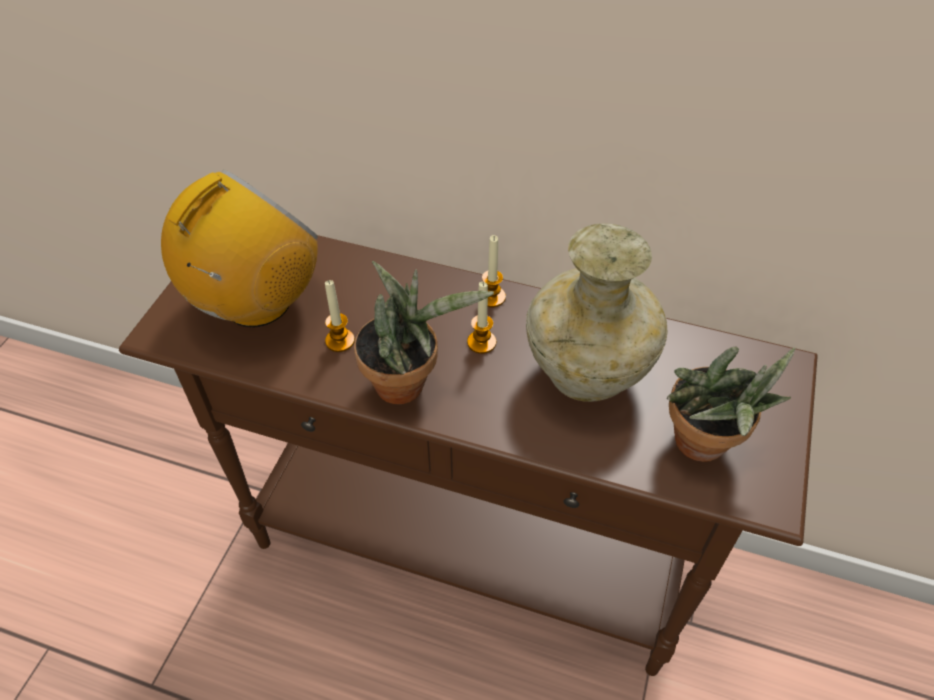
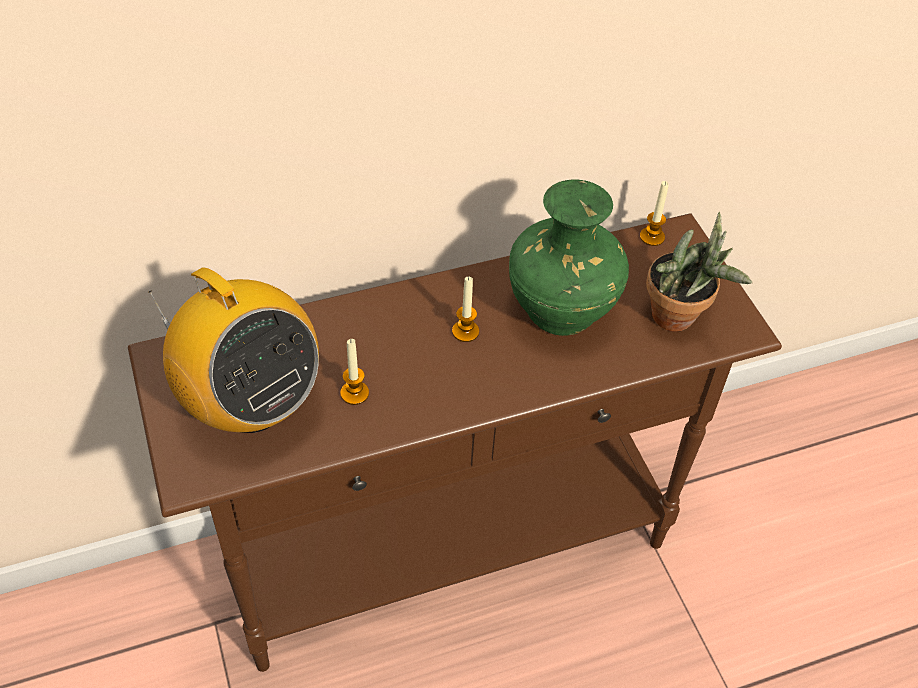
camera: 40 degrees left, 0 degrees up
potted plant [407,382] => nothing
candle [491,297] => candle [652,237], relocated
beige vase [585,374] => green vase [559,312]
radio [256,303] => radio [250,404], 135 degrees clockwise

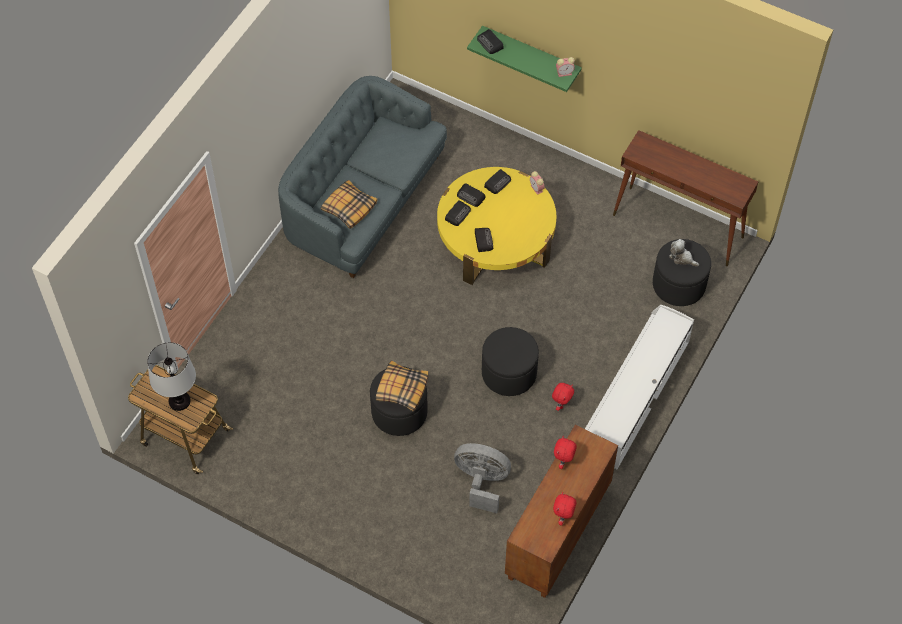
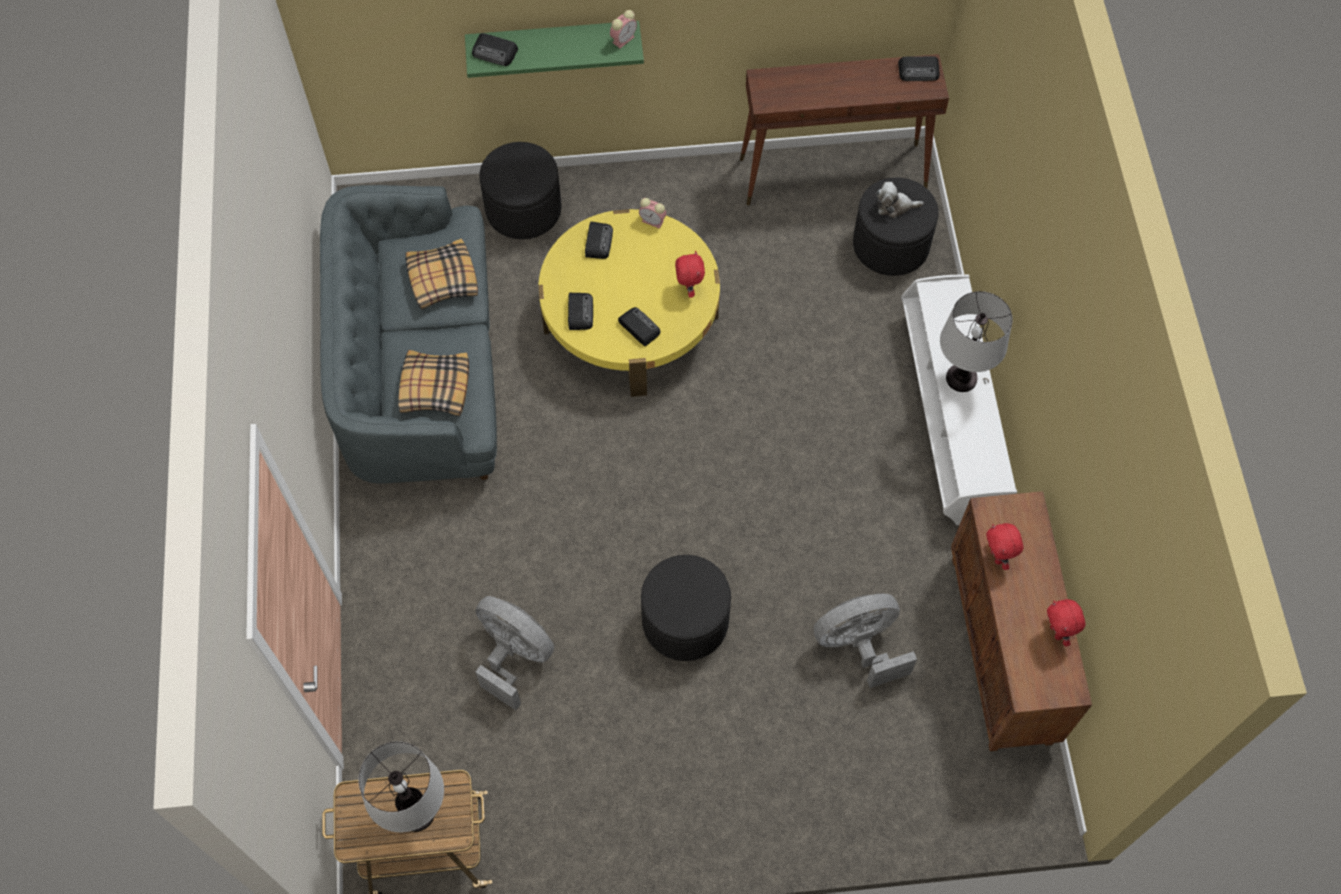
camera: 35 degrees left, 5 degrees up
nothing => grey fan [514,655]
nothing => table lamp [961,378]
pillow [401,389] => pillow [442,279], relocated
radio [471,197] => radio [919,71], relocated
black ottoman [509,373] => black ottoman [523,209], relocated
red plush toy [561,404] => red plush toy [689,288], relocated

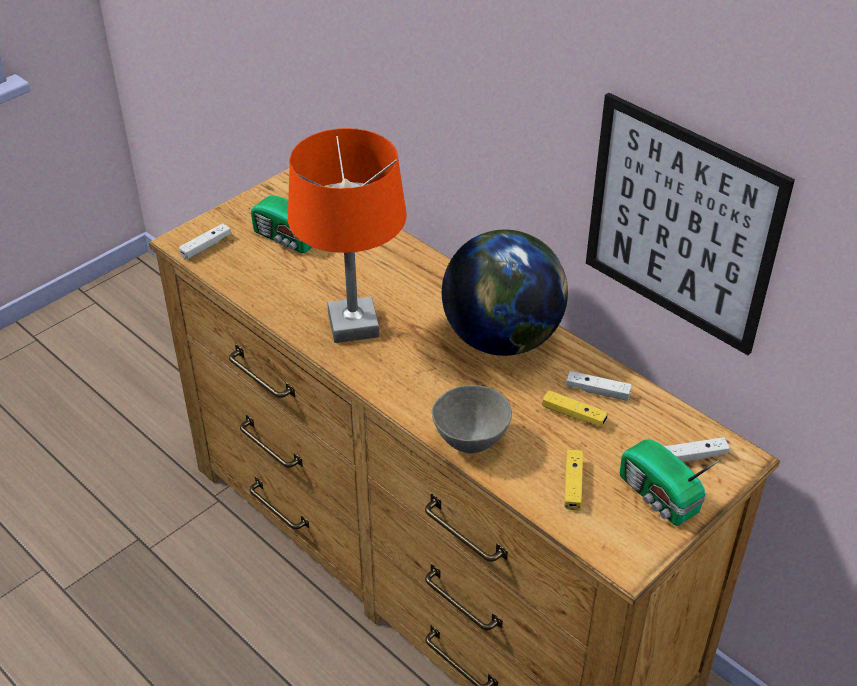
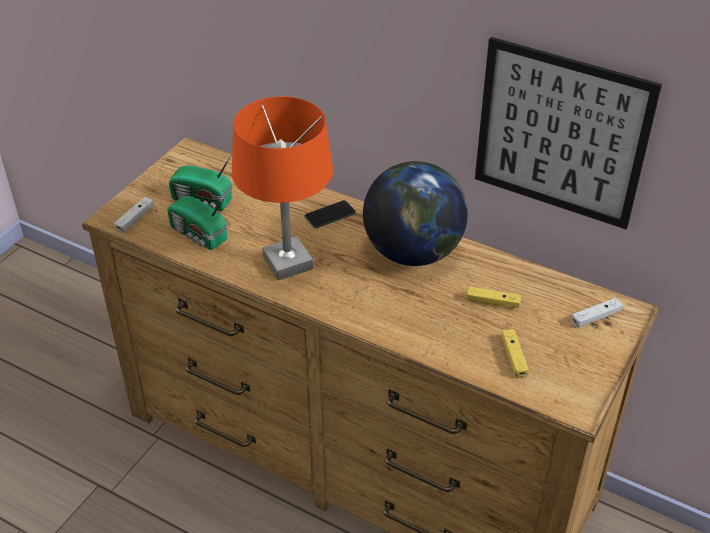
camera: 15 degrees left, 0 degrees up
grey bowl [470,443] => nothing
white game controller [597,391] => nothing
nothing => phone [330,215]
radio [659,497] => radio [199,235], relocated

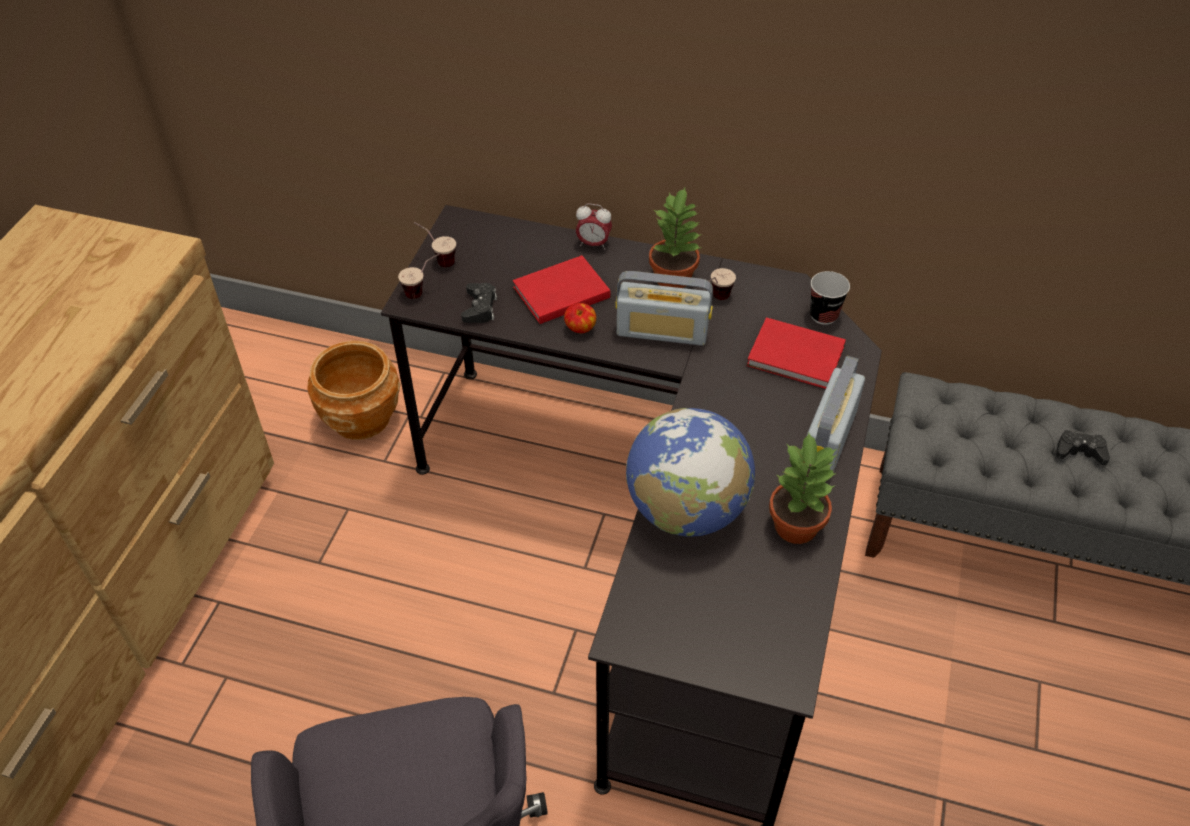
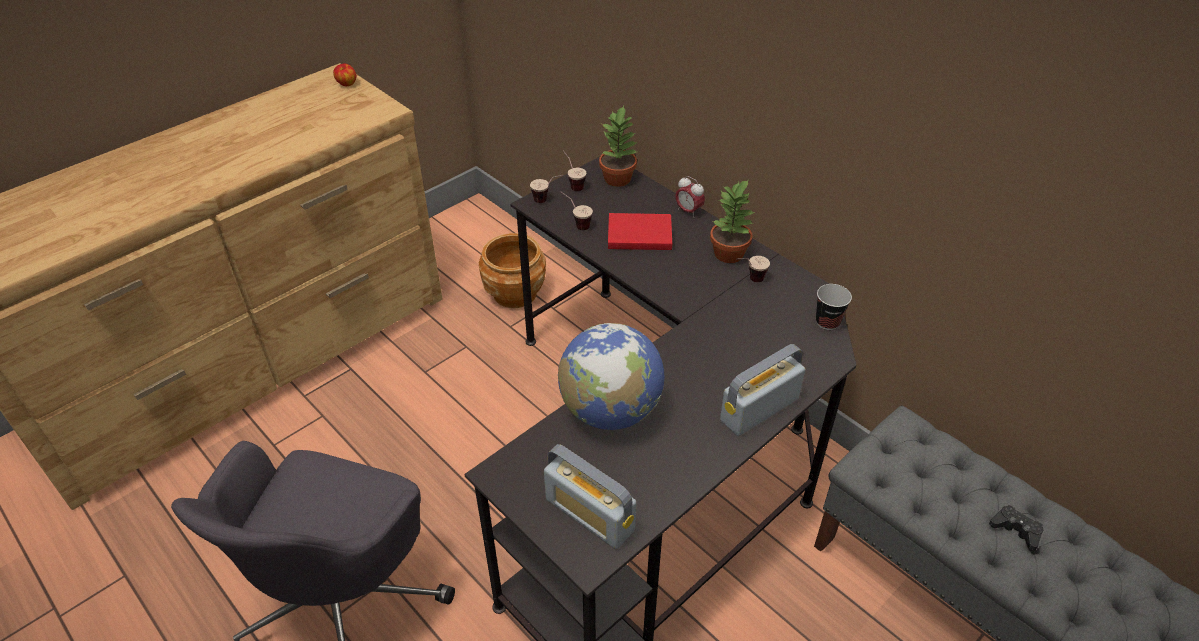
camera: 30 degrees right, 5 degrees down
red book [797,358] => nothing
apple [580,329] => apple [347,84], relocated
radio [662,331] => radio [590,515], relocated
potted plant [797,525] => potted plant [618,179], relocated
black game controller [480,307] => cup [576,224]

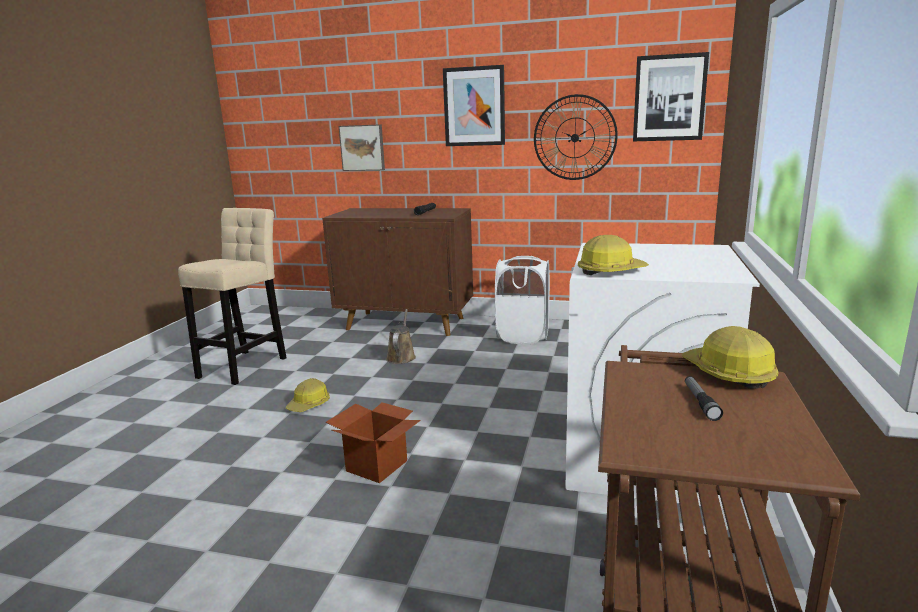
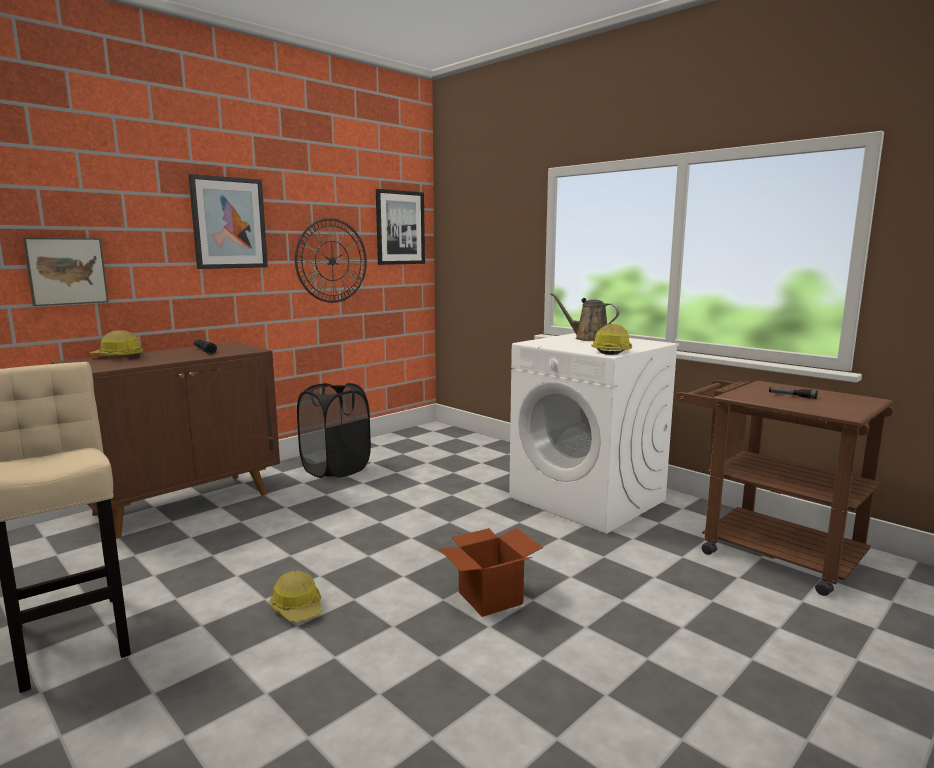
camera: 60 degrees left, 5 degrees down
brown watering can [401,356] => brown watering can [588,339], relocated
hard hat [728,374] => hard hat [118,357], relocated
white laundry basket [523,336] => black laundry basket [336,469]

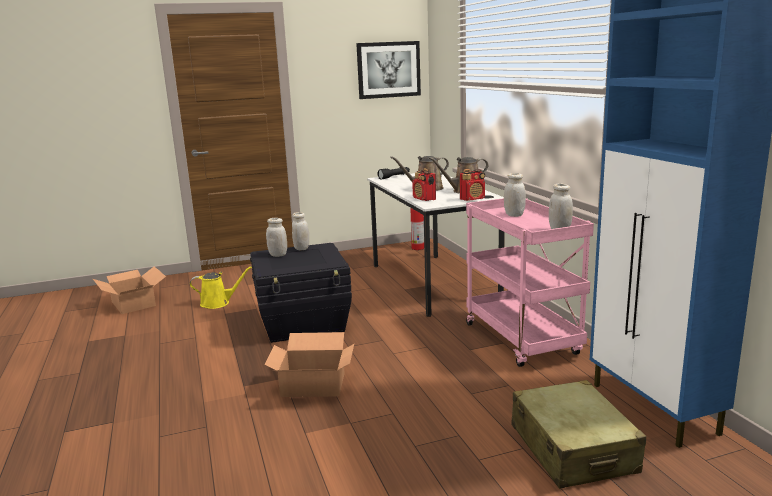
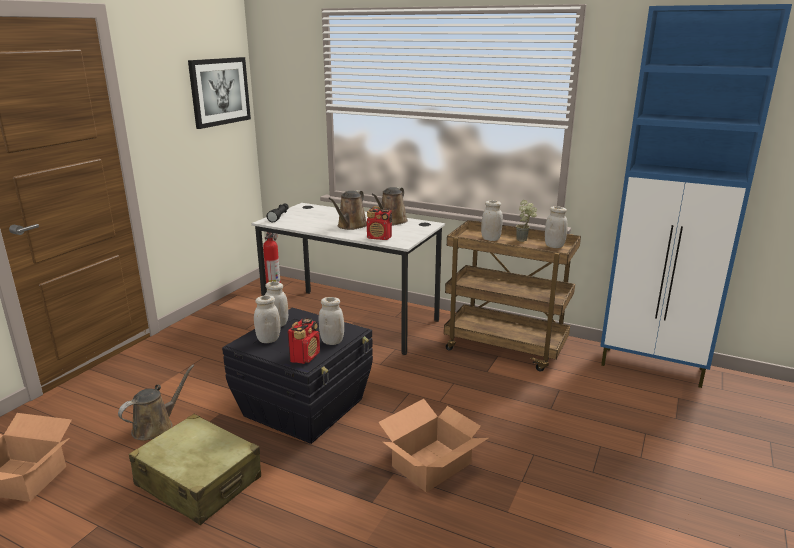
camera: 45 degrees left, 5 degrees up
nothing => white jar [332,341]
nothing => potted plant [525,240]
radio [472,199] => radio [305,356], relocated
beige suitcase [572,449] => beige suitcase [199,481], relocated
yellow watering can [218,303] => brown watering can [156,426]
pink cart [523,340] => brown cart [506,348]

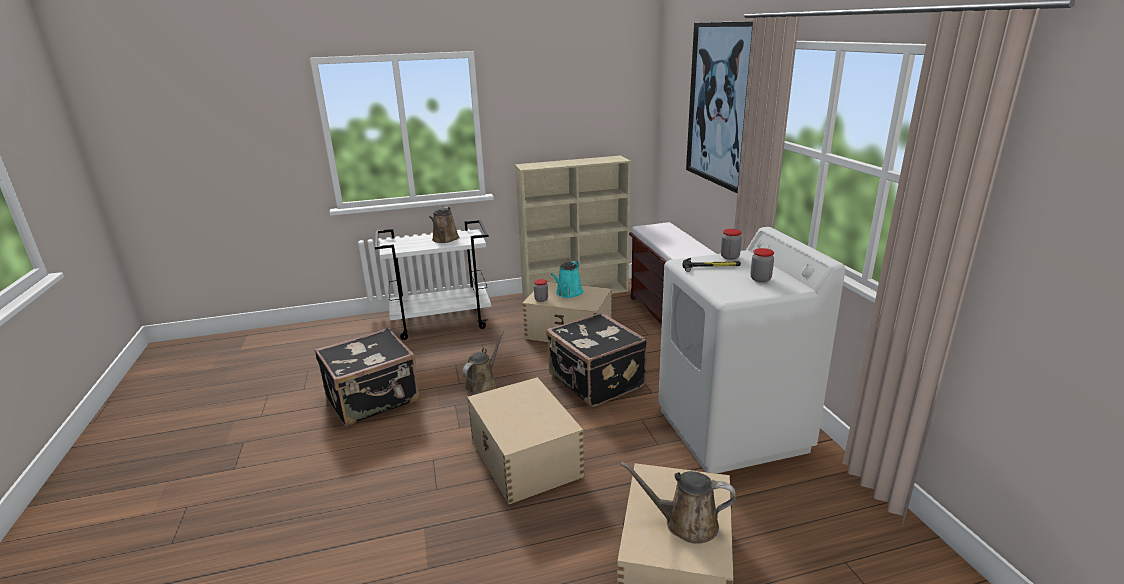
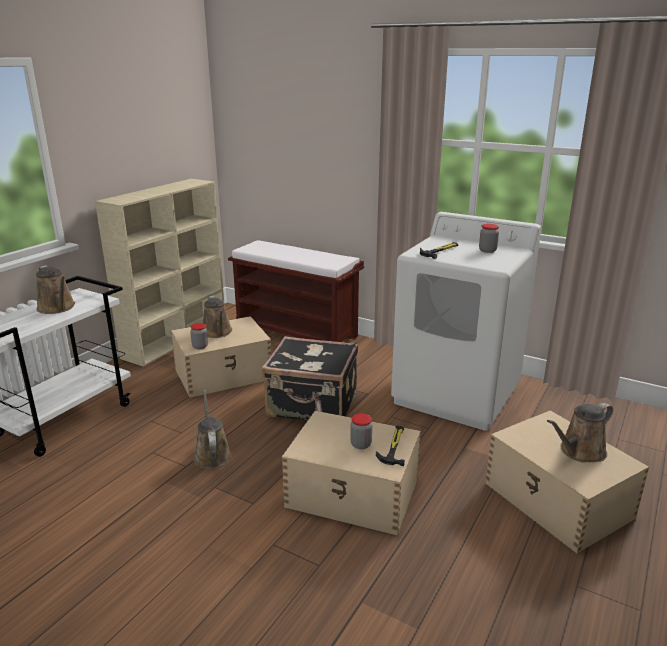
camera: 45 degrees left, 0 degrees up
black suitcase [373,399] => nothing
picture [719,105] => nothing
nothing => hammer [394,446]
jar [729,257] => jar [361,444], relocated
turquoise watering can [568,293] => brown watering can [217,333]

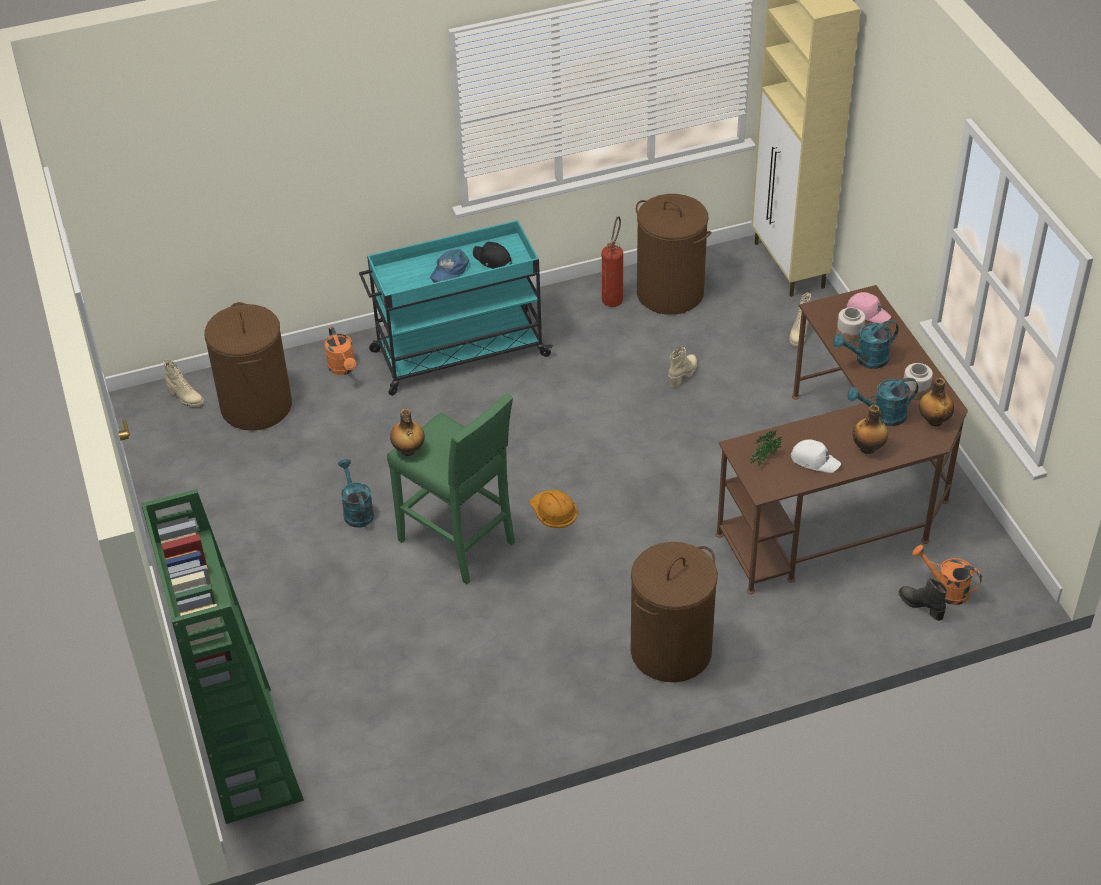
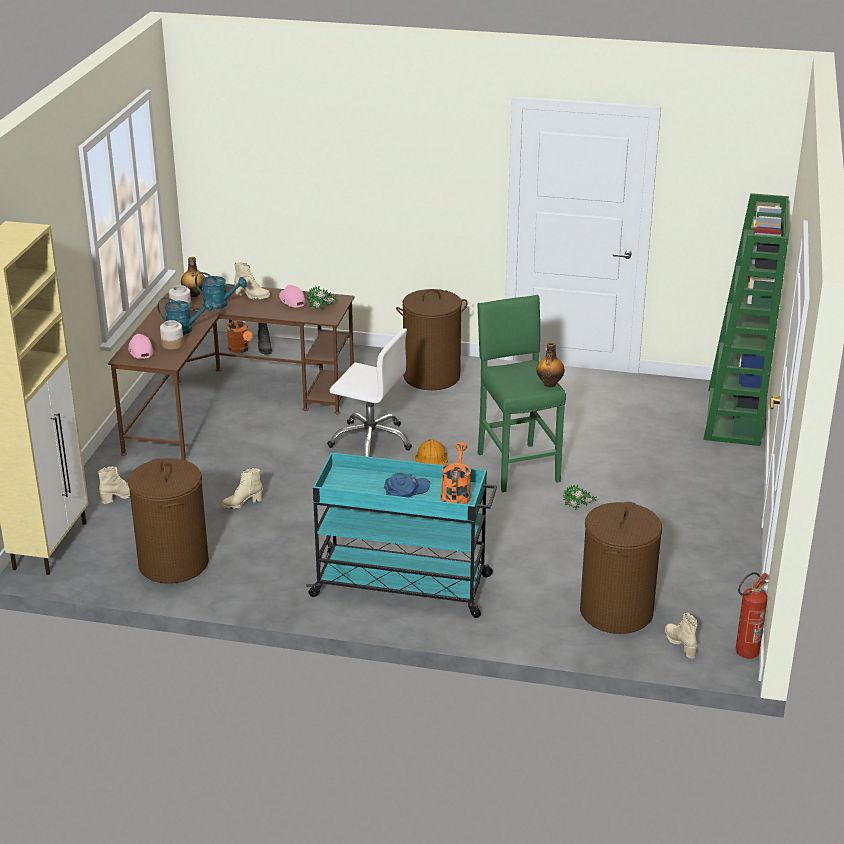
camera: 150 degrees left, 15 degrees down
black cap [492,260] => nothing
nothing => white office chair [371,441]
orange watering can [343,369] => orange watering can [456,494], relocated
fire extinguisher [613,297] => fire extinguisher [743,654], relocated
turquoise watering can [356,511] => potted plant [578,509]
bottle [868,448] => beige boot [252,296]
white cap [814,460] => pink cap [291,301]

